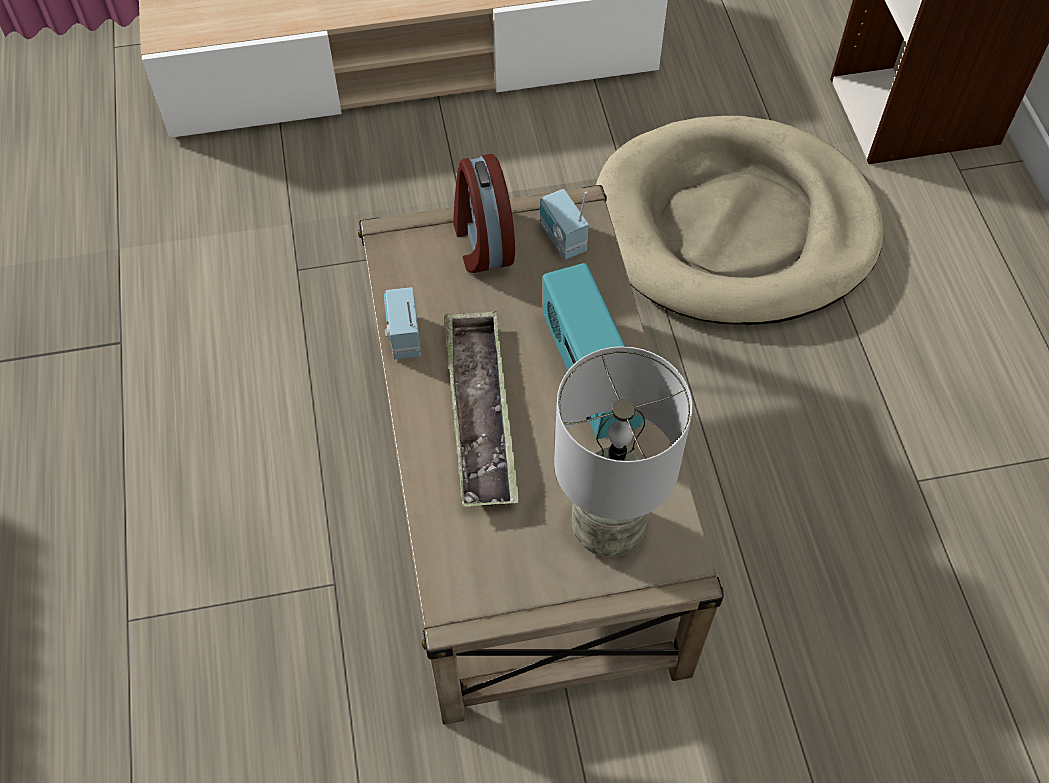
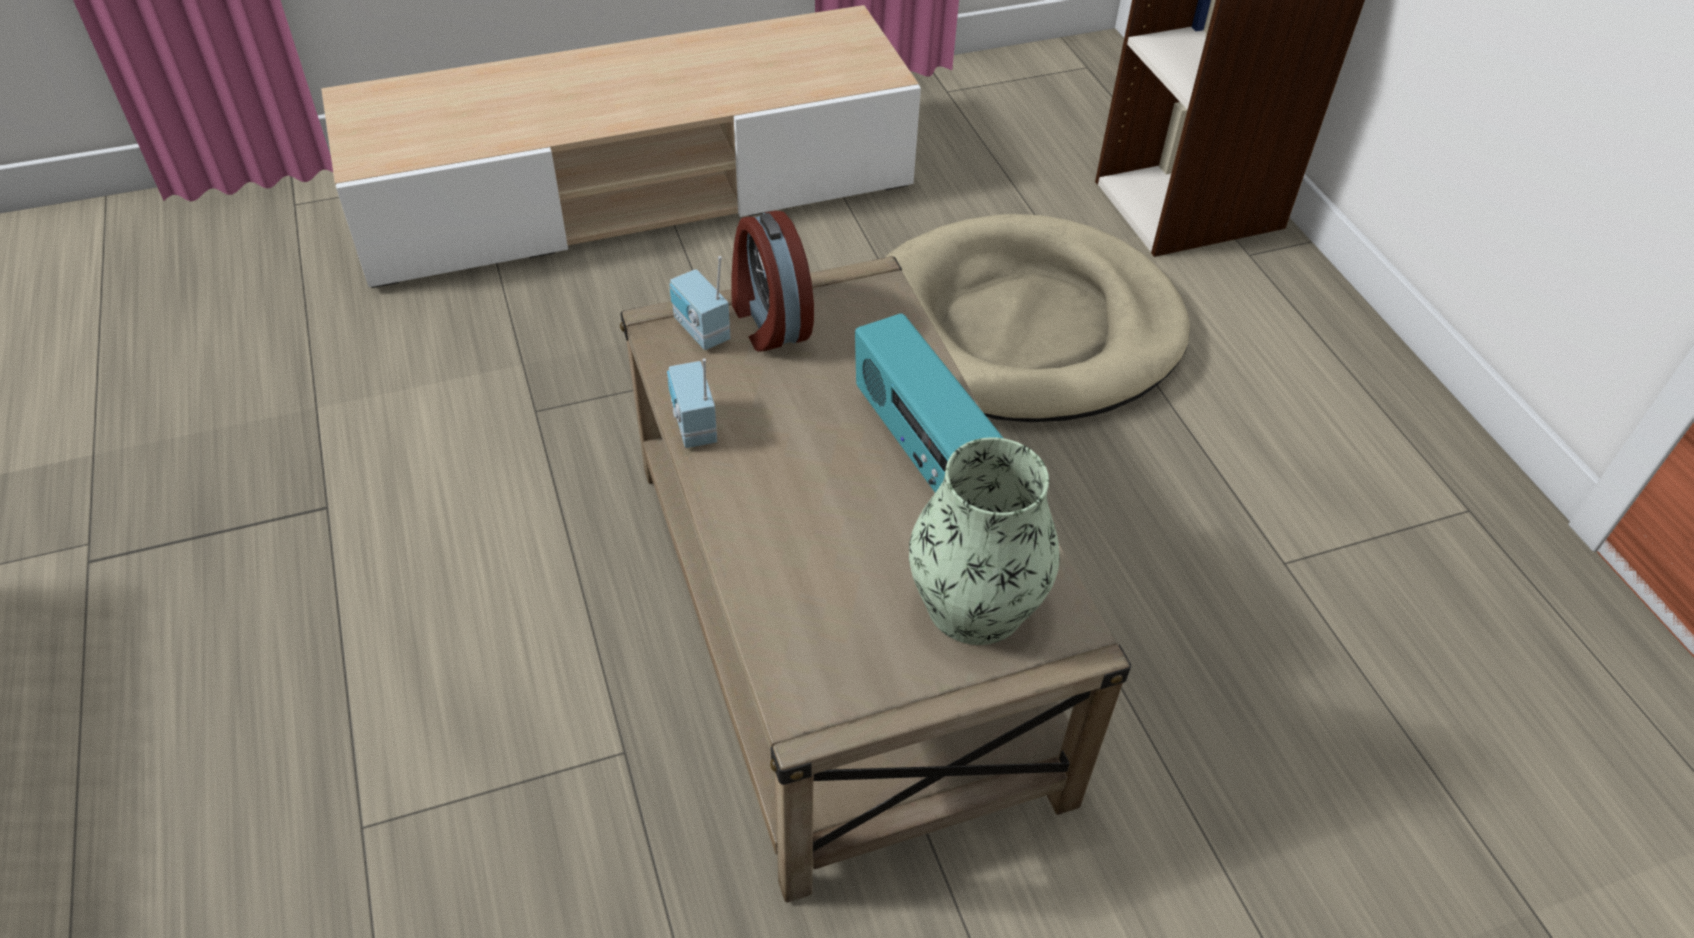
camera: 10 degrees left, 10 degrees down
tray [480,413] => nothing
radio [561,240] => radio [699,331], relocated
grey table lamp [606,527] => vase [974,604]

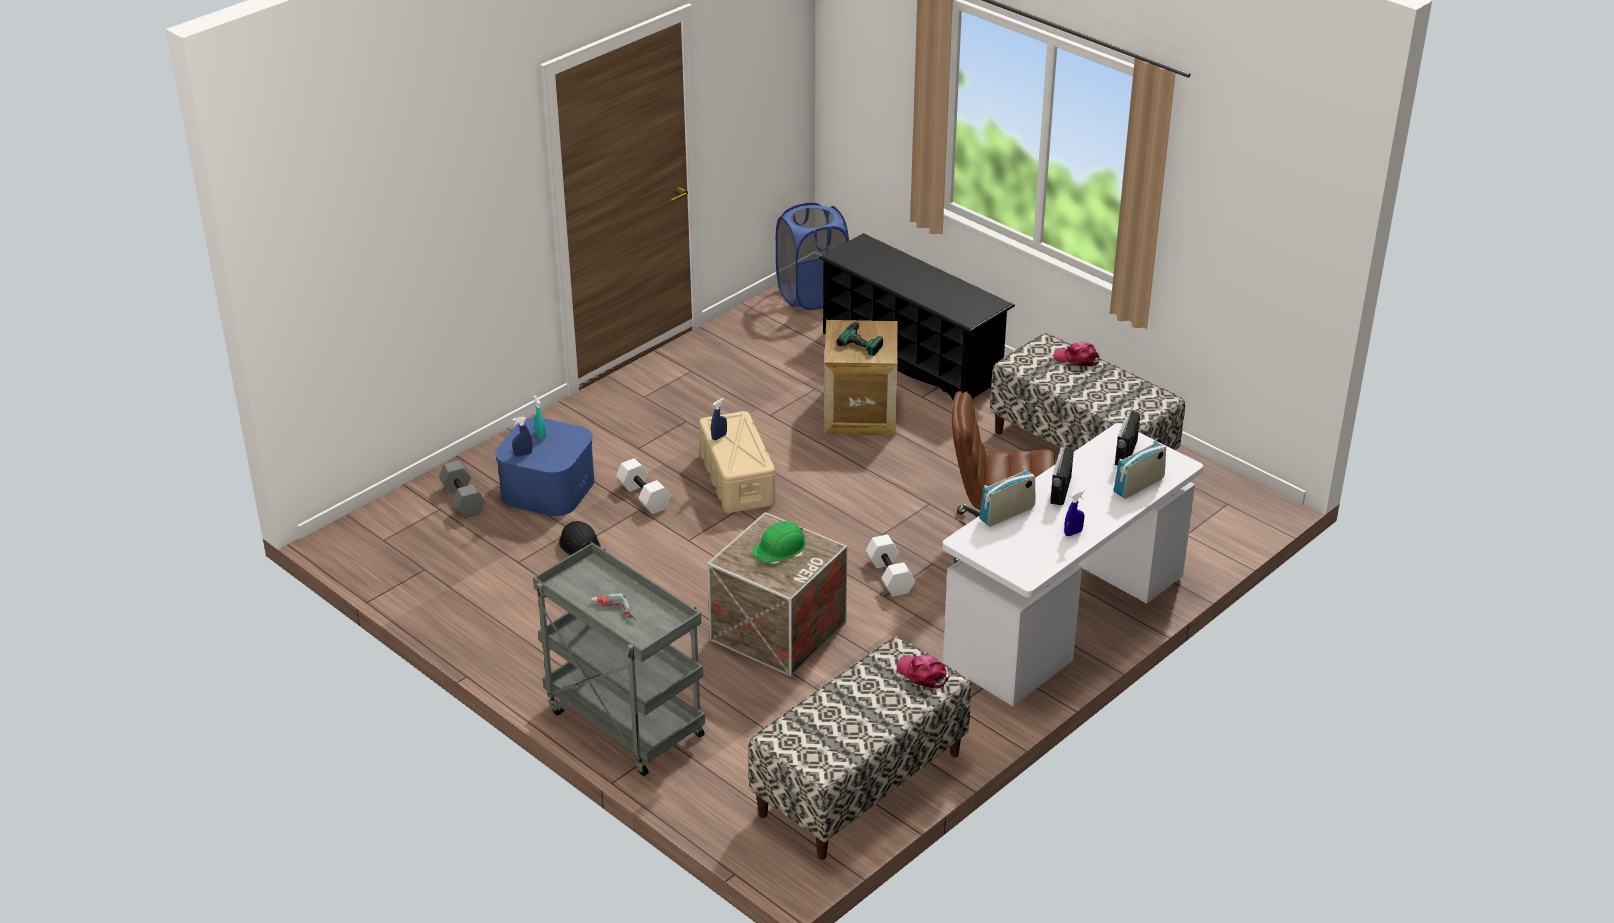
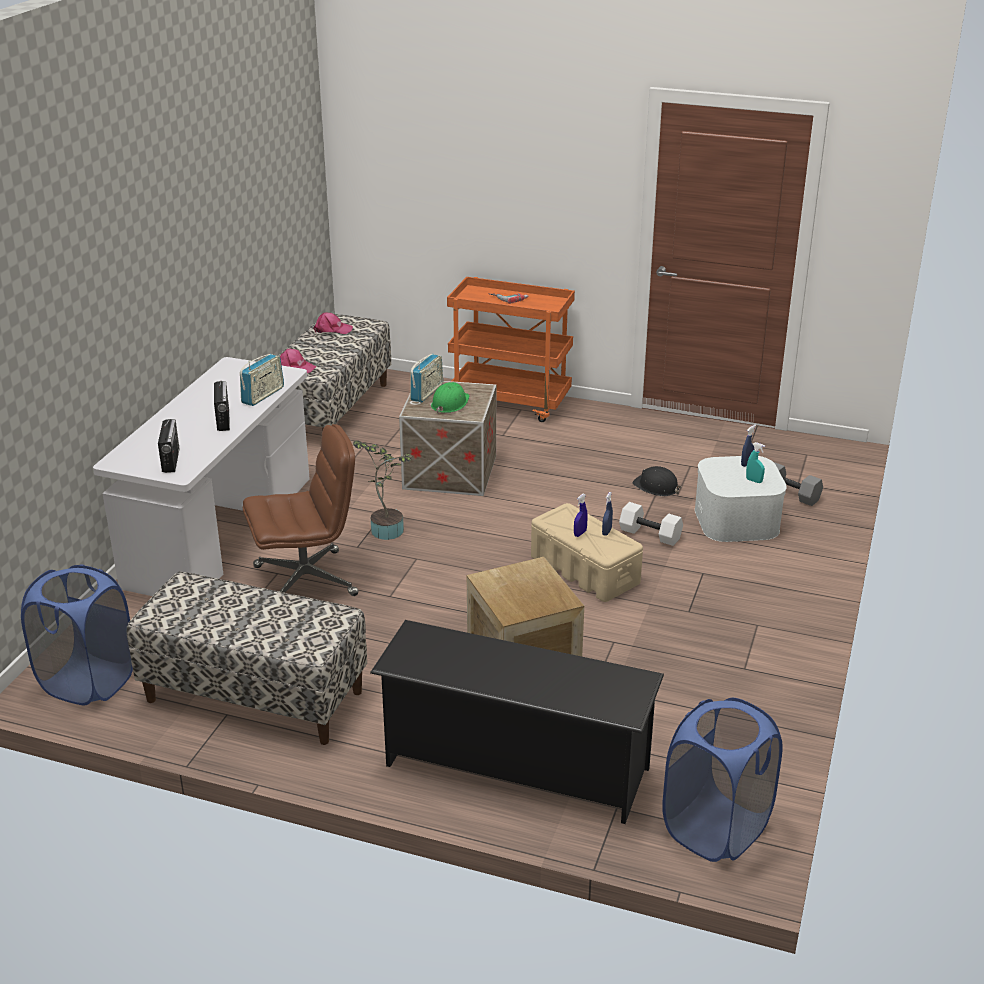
camera: 155 degrees right, 5 degrees down
power drill [865,339] => nothing
nothing => blue laundry basket [88,682]
pink cap [1077,359] => pink cap [332,329], relocated
blue spray bottle [1073,533] => blue spray bottle [580,533], relocated
radio [1138,485] => radio [427,392], relocated
white dumbbell [891,576] => potted plant [387,528]
blue storage box [547,488] => white storage box [737,520]
grey cart [622,722] => orange cart [511,403]

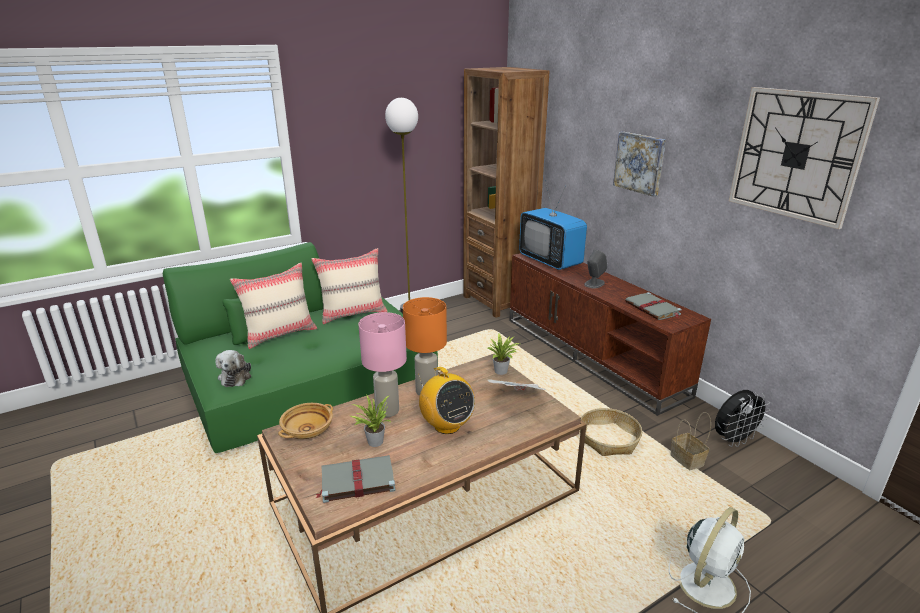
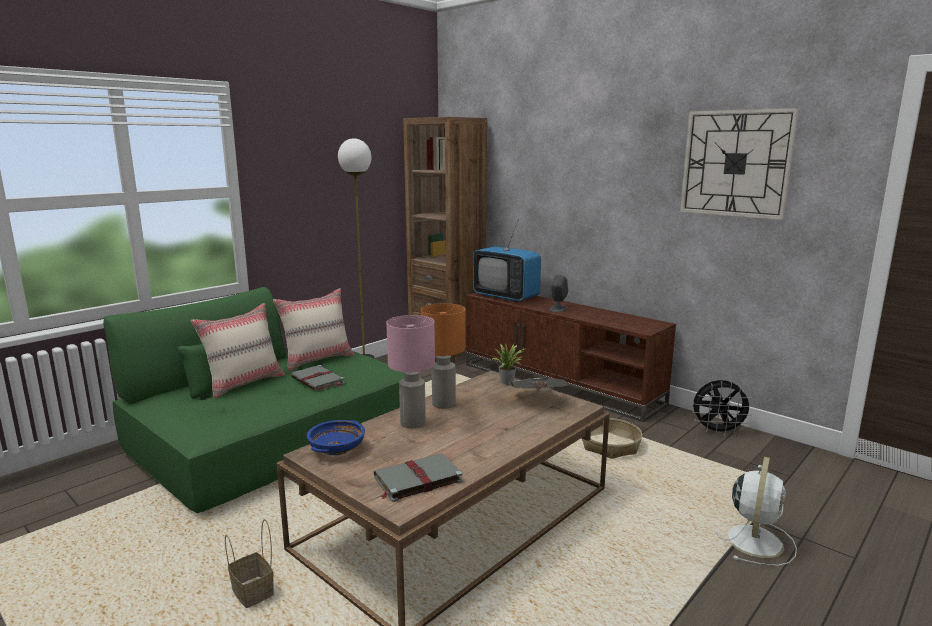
camera: 15 degrees left, 10 degrees down
plush toy [236,376] => nothing
potted plant [373,441] => nothing
radio [446,425] => nothing
picture [640,163] => nothing
grey book [653,308] => grey book [318,381], relocated
basket [688,461] => basket [254,593], relocated
beige bowl [307,431] => blue bowl [337,449]
black fan [733,440] => black fan [717,431], 45 degrees clockwise

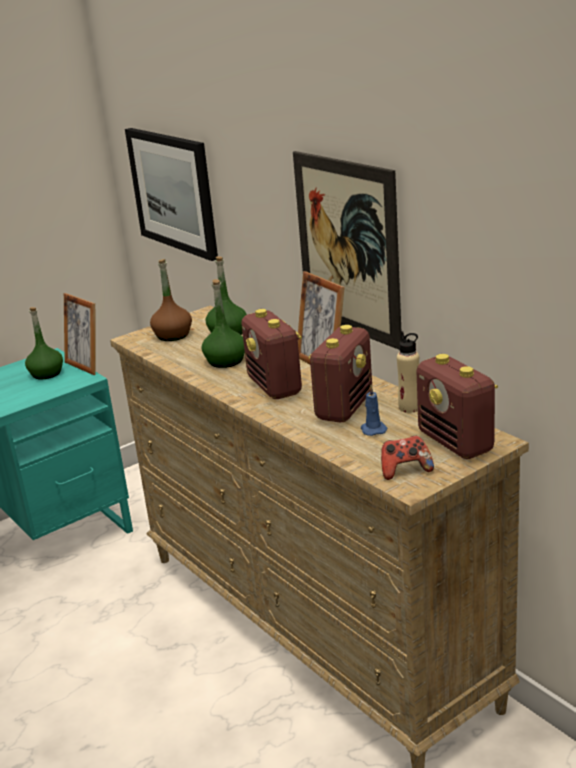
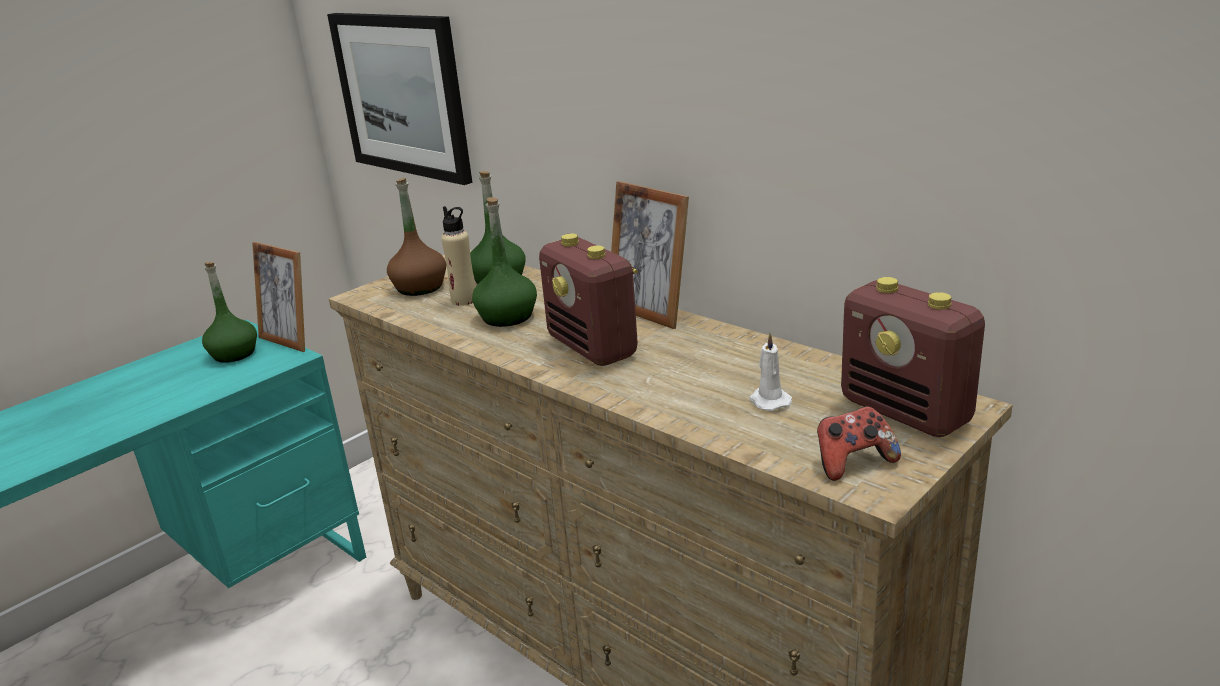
camera: 10 degrees left, 0 degrees up
picture [347,248] => nothing
radio [344,407] => nothing
beige bottle [409,407] => beige bottle [464,300], relocated
blue candle [373,429] => white candle [768,401]

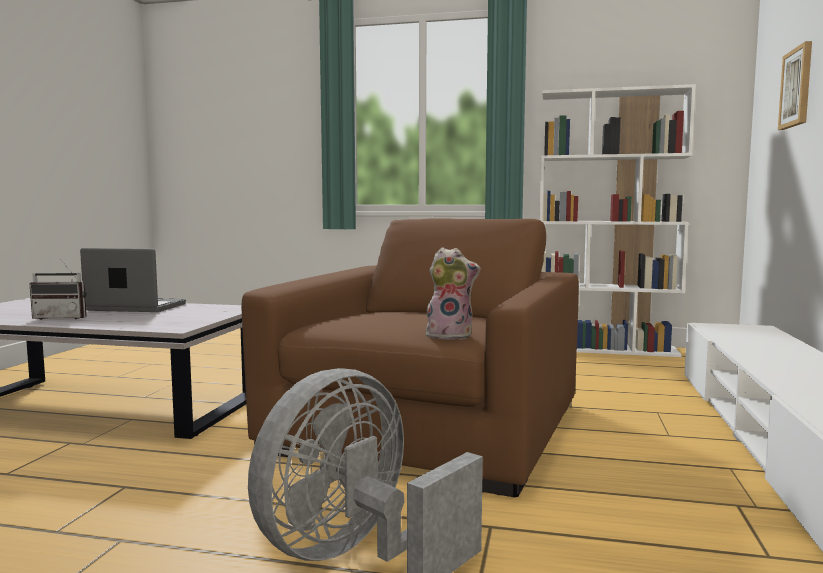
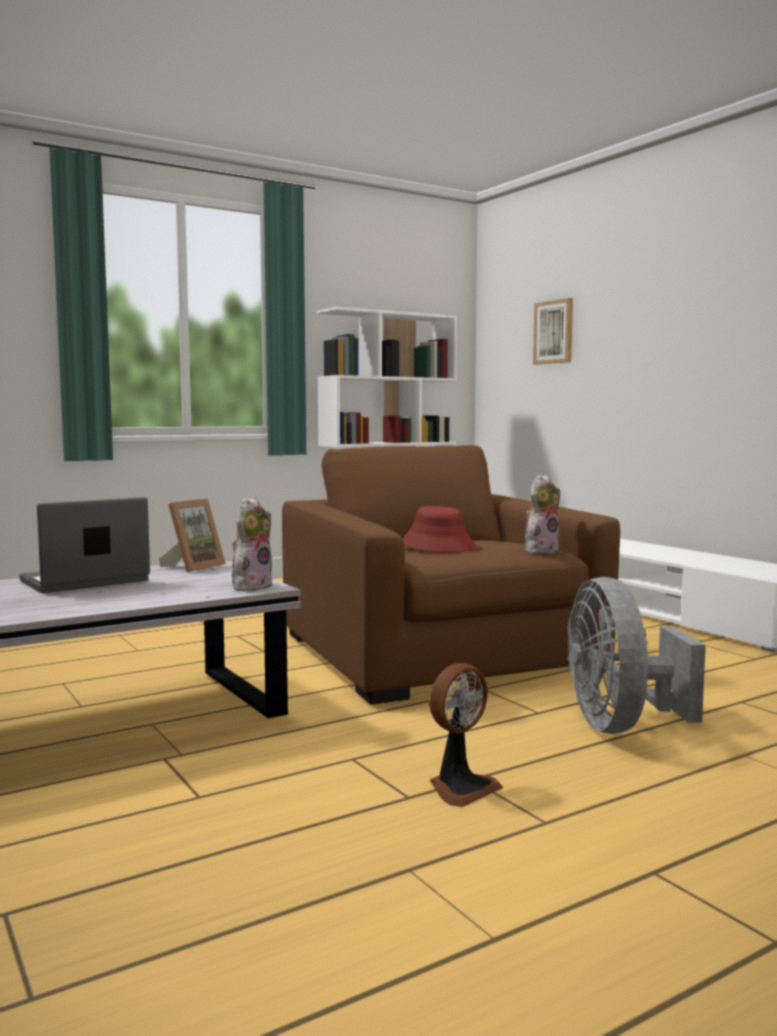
camera: 45 degrees left, 0 degrees up
radio [63,318] => nothing
nothing => picture frame [193,567]
nothing => plush toy [251,586]
nothing => red hat [438,545]
nothing => fan [460,788]

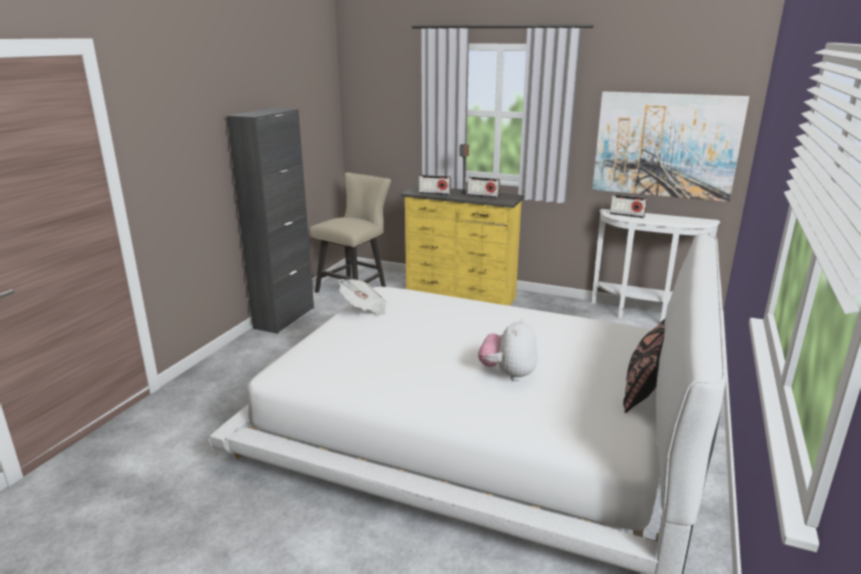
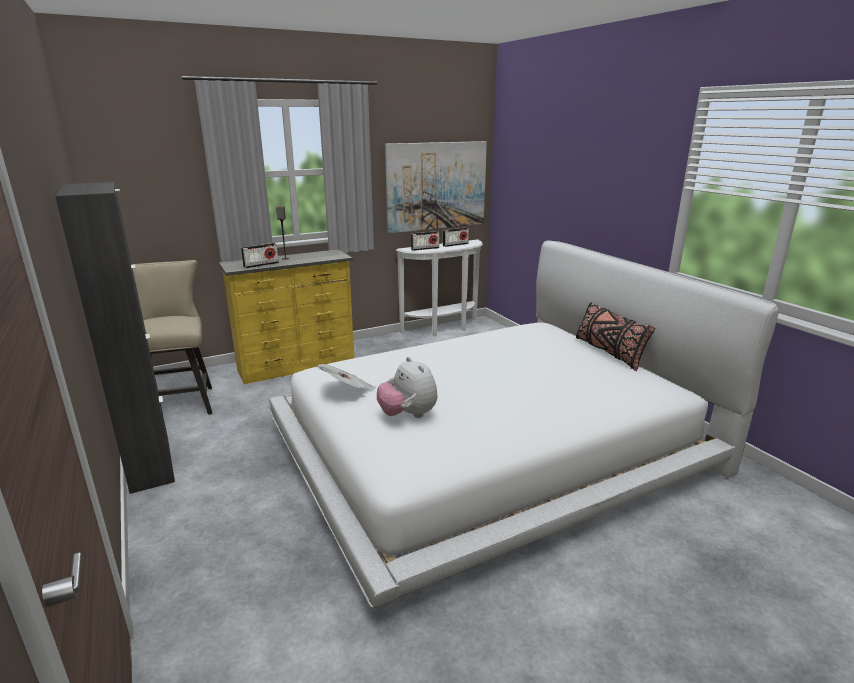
camera: 50 degrees left, 0 degrees up
radio [483,196] => radio [455,245], relocated
plush toy [508,374] => plush toy [408,415], relocated

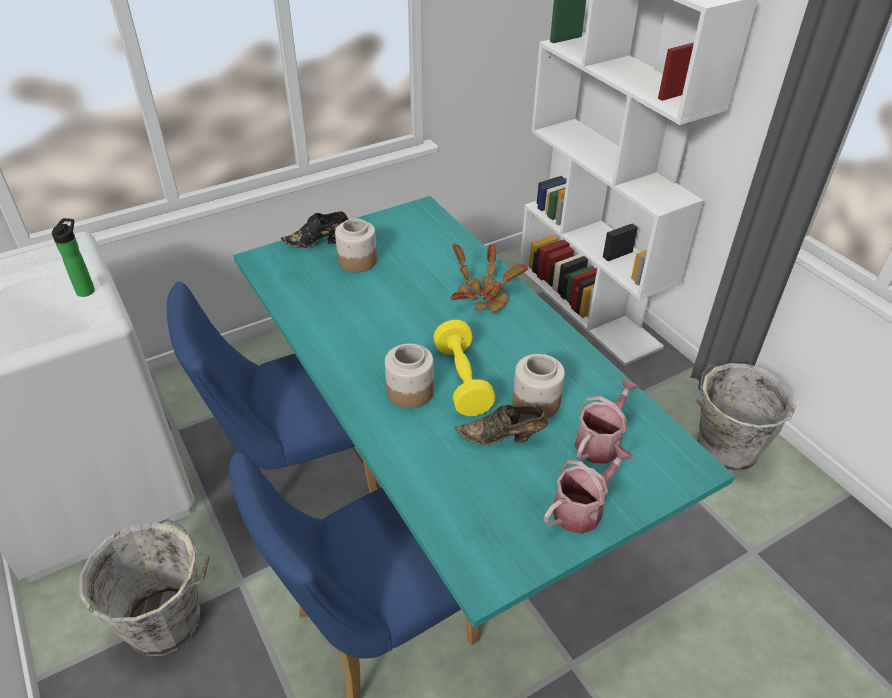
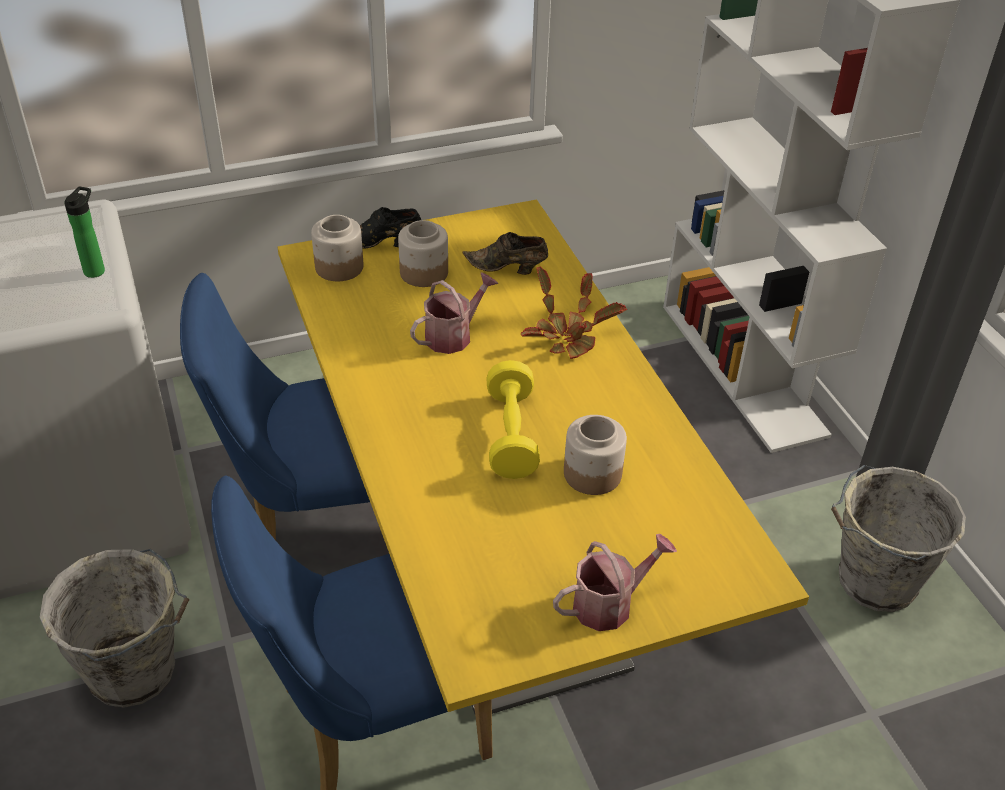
camera: 10 degrees right, 0 degrees up
jar [409,392] => jar [338,267], relocated
brown shoe [503,438] => brown shoe [508,269], relocated
watering can [600,441] => watering can [453,335], relocated
turquoise dining table [444,483] => yellow dining table [497,565]

